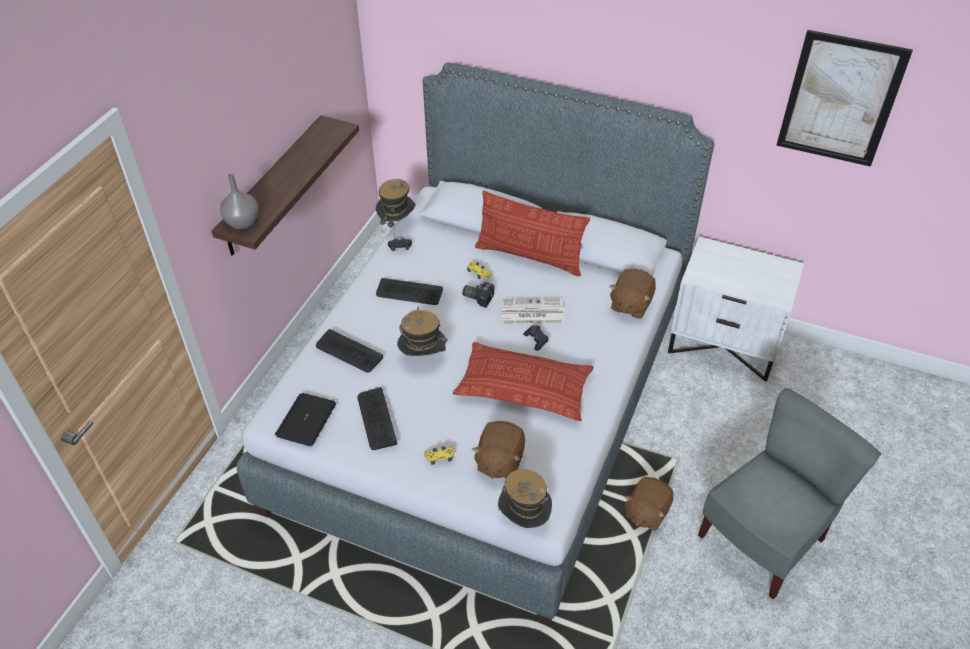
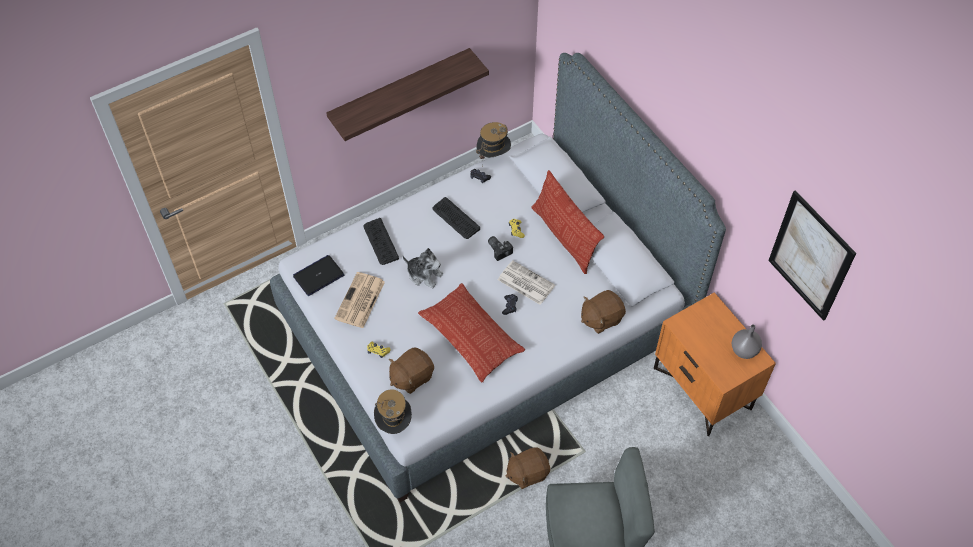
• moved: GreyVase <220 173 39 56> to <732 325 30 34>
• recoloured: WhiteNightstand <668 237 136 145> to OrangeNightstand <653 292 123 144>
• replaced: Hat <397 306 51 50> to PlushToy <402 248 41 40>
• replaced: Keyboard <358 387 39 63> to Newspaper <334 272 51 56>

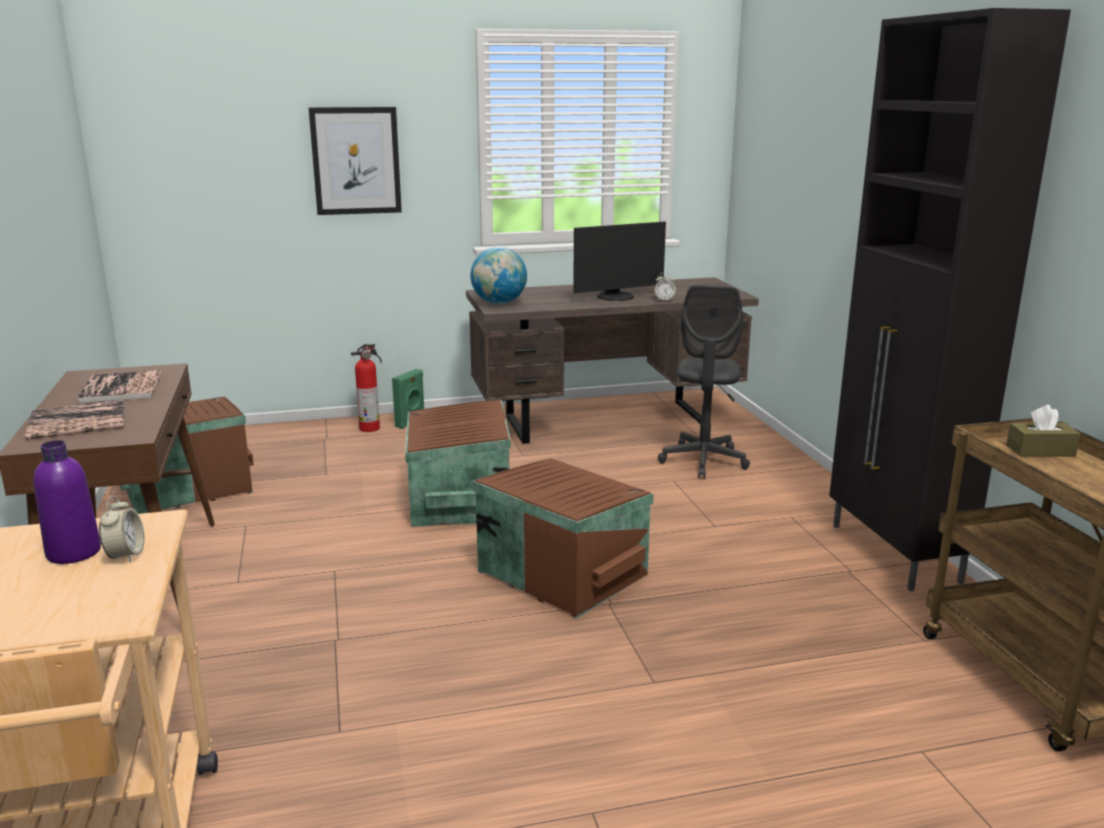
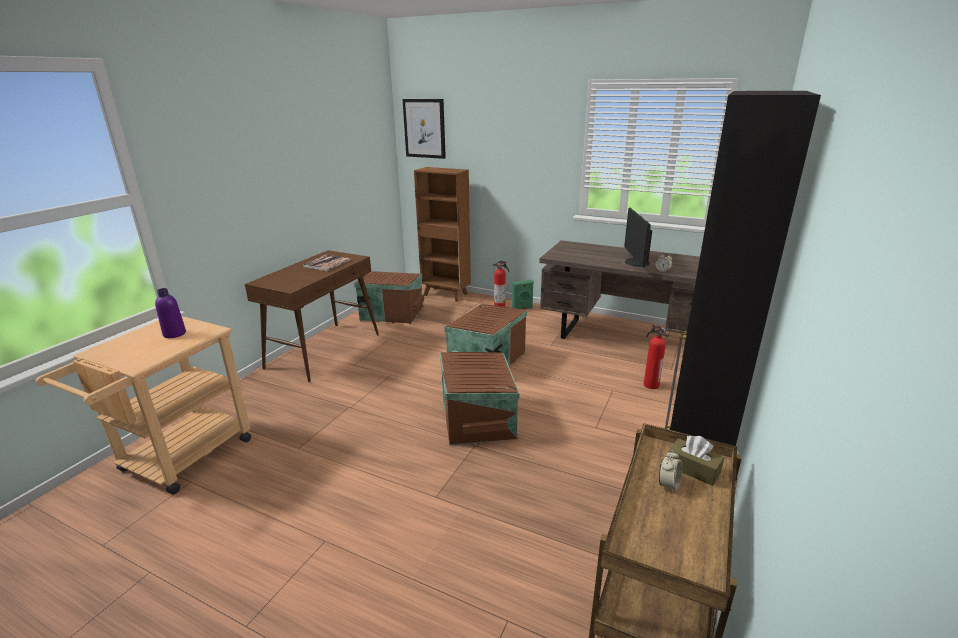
• moved: Picture <309 107 93 108> to <402 99 44 60>
• turned: Monitor <573 221 93 80> = <624 208 28 60> 75 degrees clockwise
• removed: Globe <470 247 57 57>
• replaced: GreyOfficeChair <658 285 92 194> to FireExtinguisher <644 324 25 65>
• removed: Book <25 400 100 40>
• moved: AlarmClock <99 496 46 67> to <659 449 23 44>
• added: BrownBookcase <414 167 57 135>

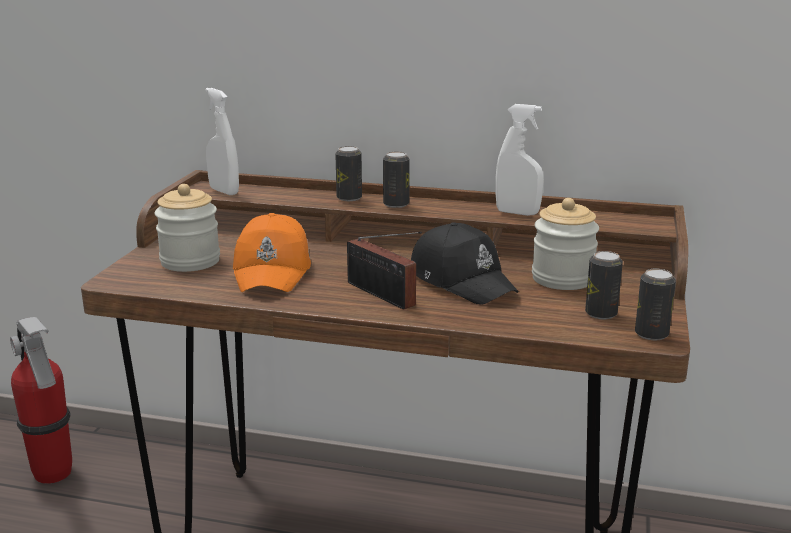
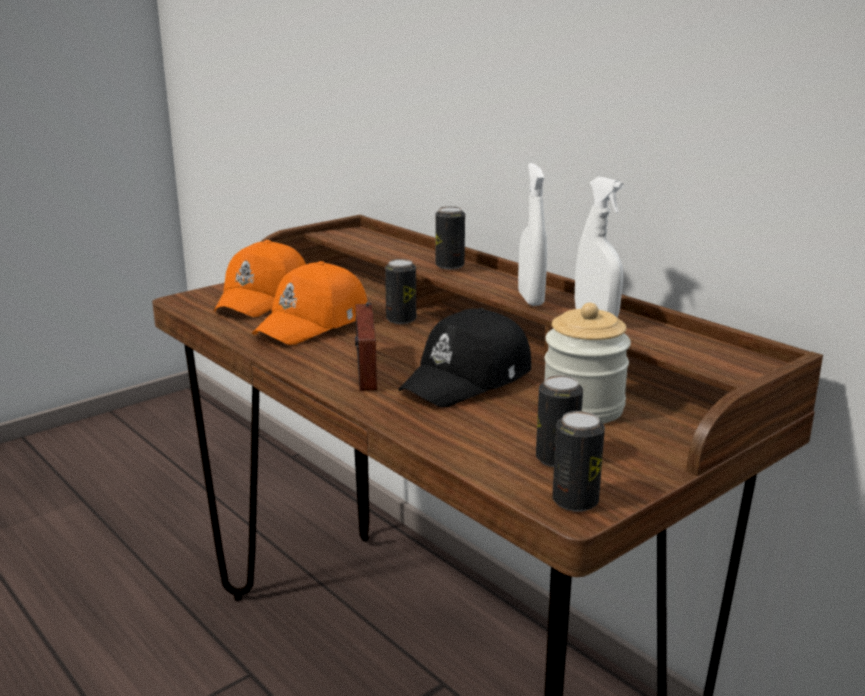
• moved: WhiteSprayBottle <205 88 34 107> to <518 163 29 143>
• moved: Can <383 151 27 57> to <385 259 31 65>
• replaced: Jar <155 184 65 88> to OrangeCap <214 240 92 77>
• turned: BlackCap <411 222 108 83> = <399 308 132 99> 45 degrees clockwise
• removed: FireExtinguisher <10 317 62 167>

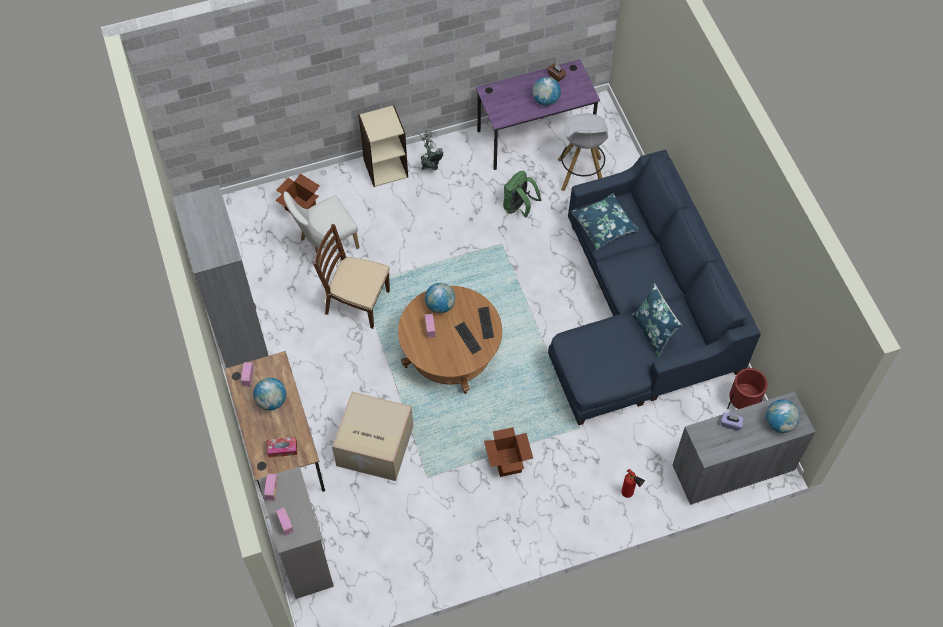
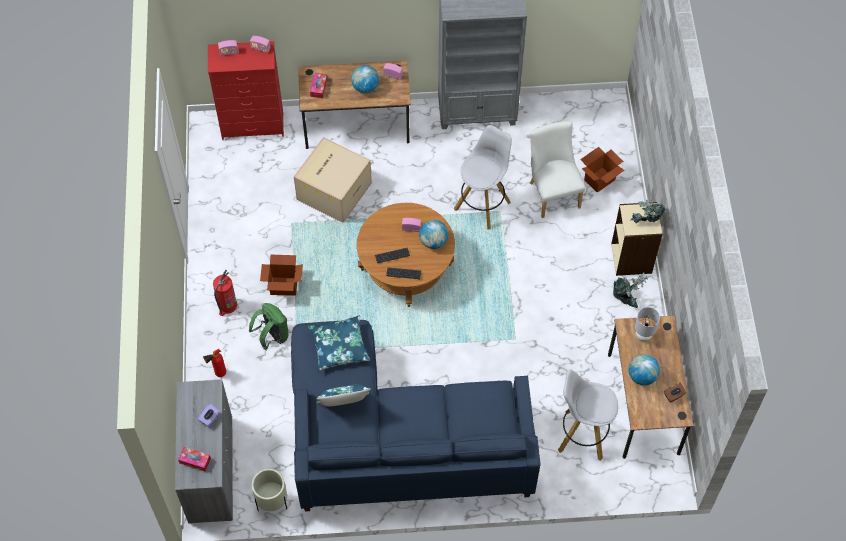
• recoloured: PurpleDesk <476 59 124 111> to BrownDesk <608 316 85 143>
• moved: GreenBackpack <503 171 39 46> to <249 303 39 47>
• moved: BluePillow <571 193 69 56> to <308 316 62 55>
• replaced: BrownChair <313 224 77 105> to WhiteStool <454 125 58 105>
• recoloured: RedPlanter <727 368 41 41> to BeigePlanter <252 469 35 42>
• replaced: Globe <766 399 34 34> to TissueBox <178 447 33 24>
• recoloured: GreyDresser <258 466 76 133> to RedDresser <208 41 76 99>
• added: PottedPlant <631 199 34 24>
• added: FireExtinguisher <213 270 24 46>
• added: GreyTableLamp <635 307 25 35>

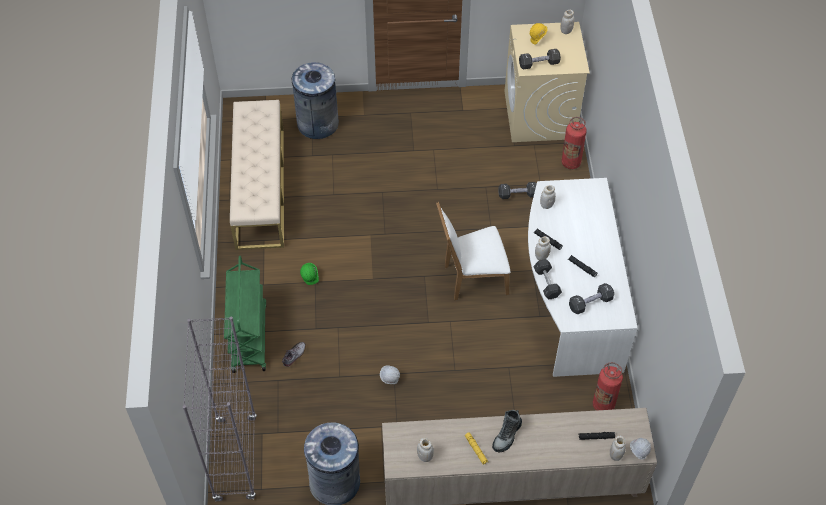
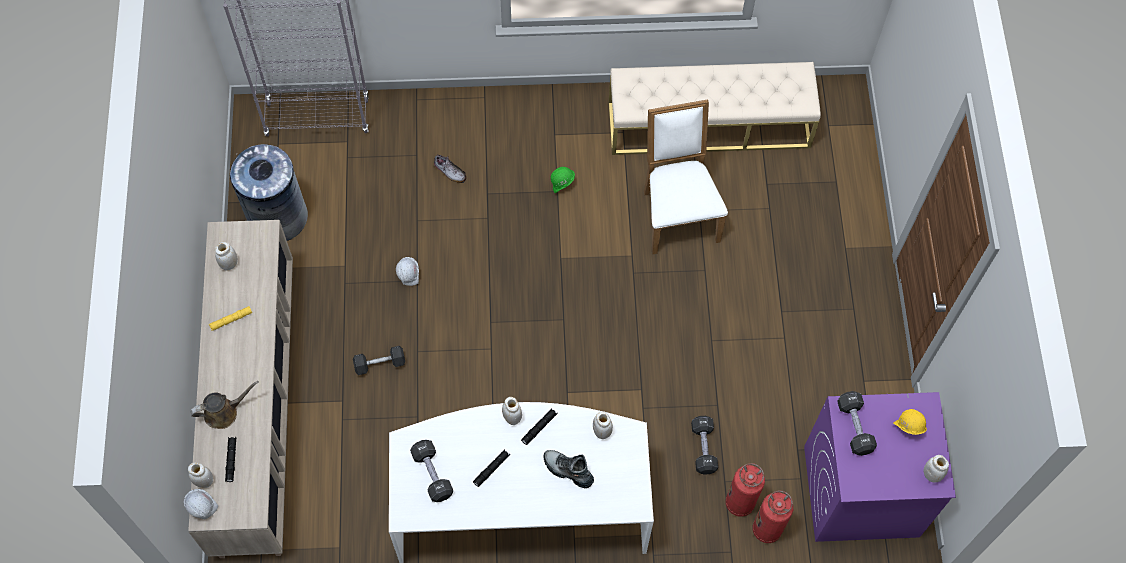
• recoloured: BeigeWashingMachine <504 22 86 120> to PurpleWashingMachine <804 392 152 150>
• removed: GreyTrashCan <292 62 47 77>
• moved: WhiteChair <436 202 74 98> to <644 100 84 154>
• removed: GreenCart <224 256 43 117>
• moved: GreyDumbbell <533 259 29 40> to <353 346 52 29>
• moved: FireExtinguisher <592 362 31 49> to <726 463 39 54>
• moved: Boot <492 410 30 42> to <543 450 51 38>
• added: BrownWateringCan <190 381 69 48>

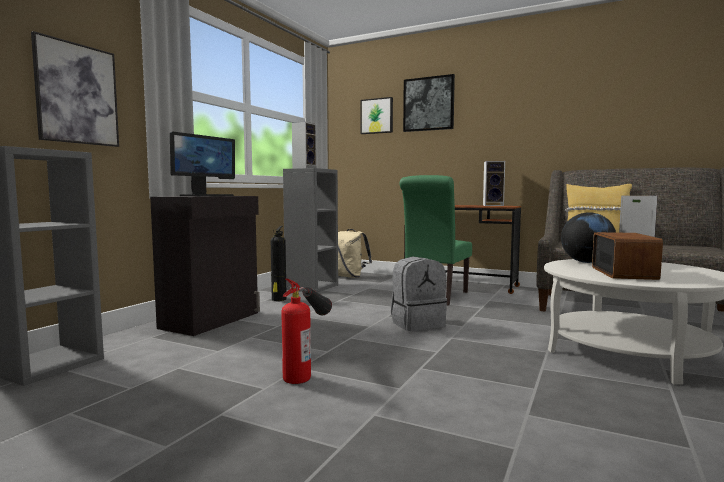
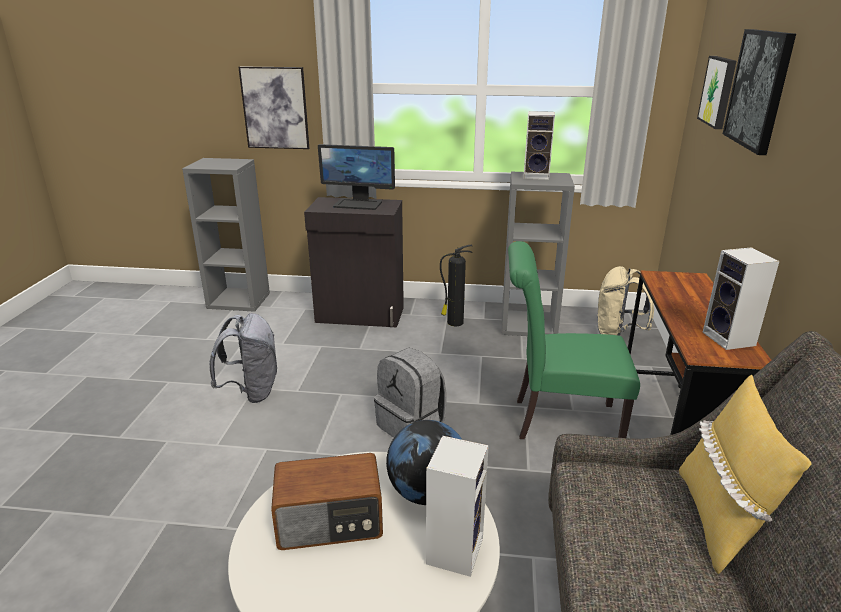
• replaced: FireExtinguisher <281 278 51 106> to GreyBackpack <210 313 67 90>

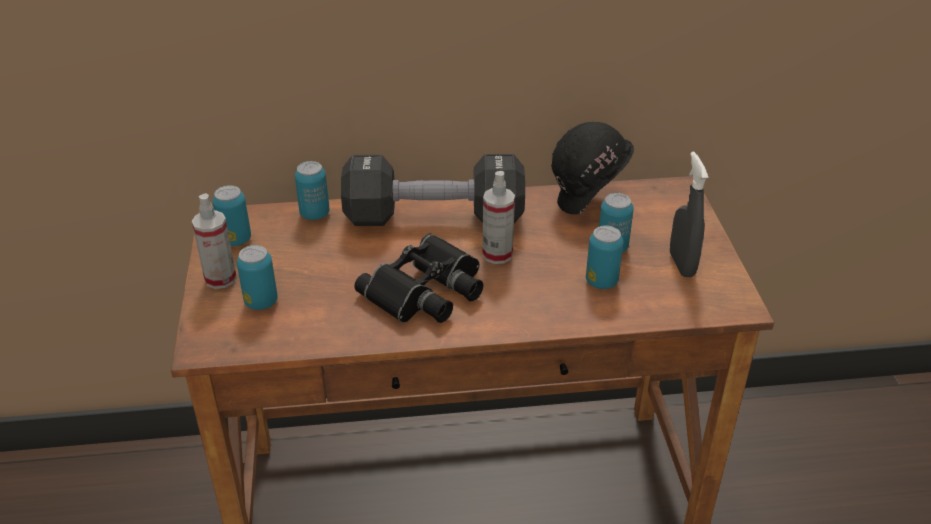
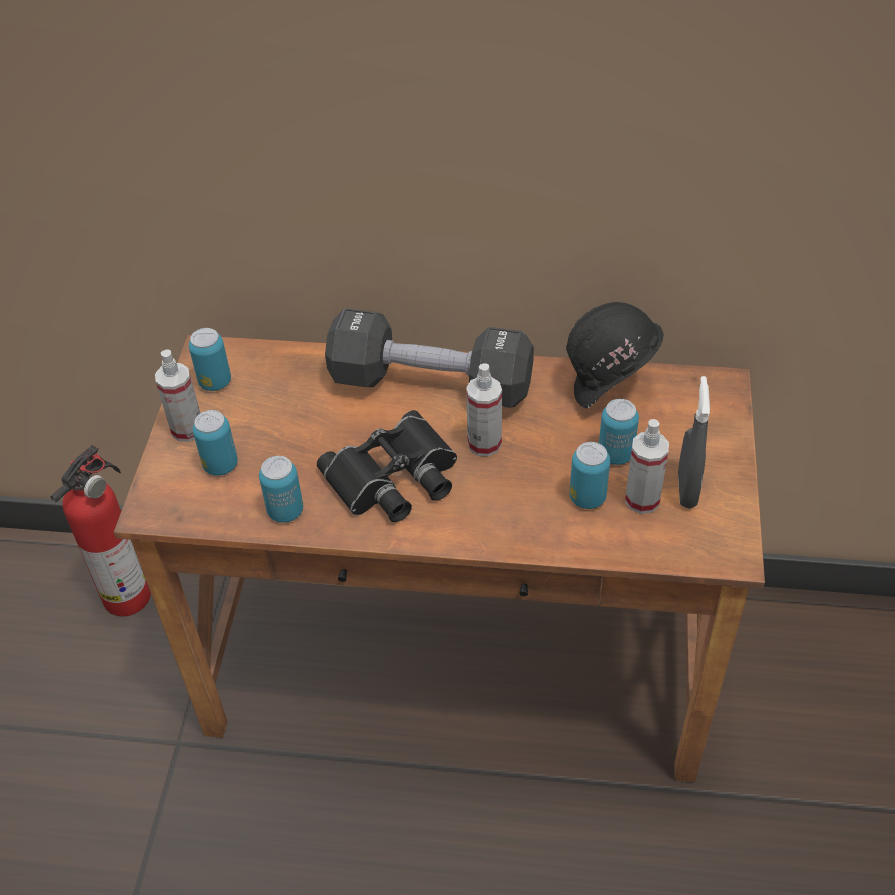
• moved: Can <295 161 34 59> to <259 456 44 67>
• added: SprayBottle <625 419 44 95>
• added: FireExtinguisher <50 445 101 171>

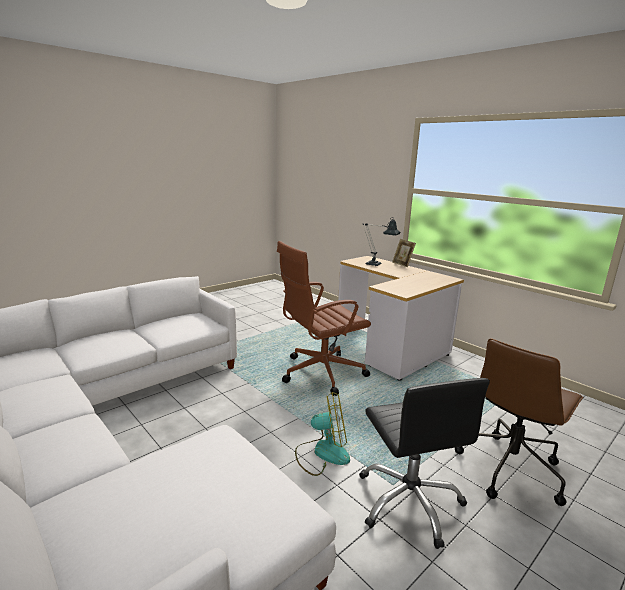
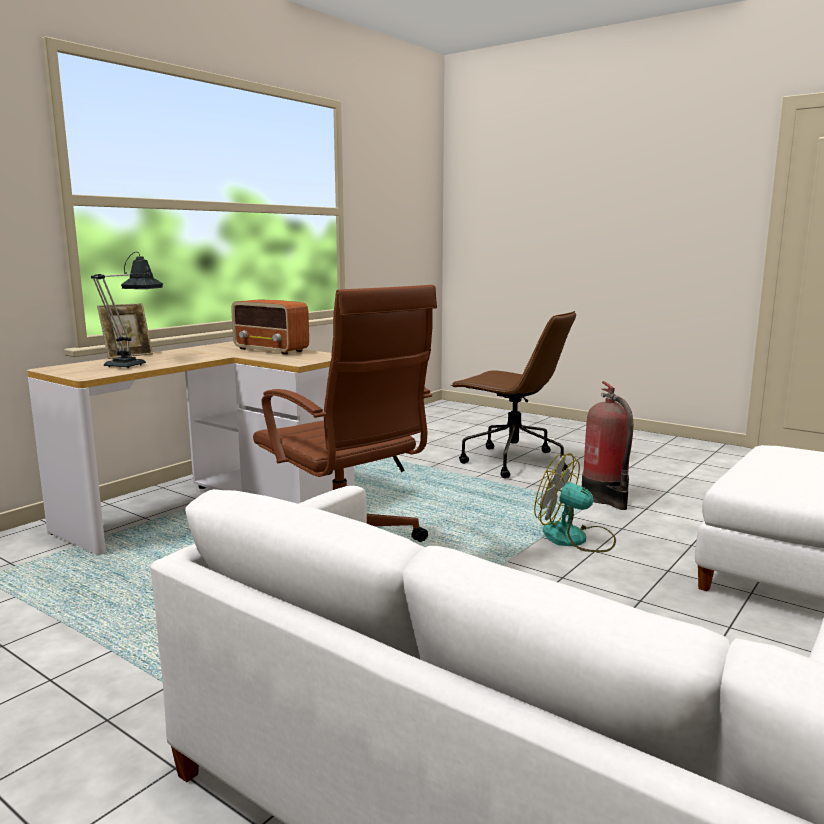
• replaced: BlackOfficeChair <359 378 131 171> to FireExtinguisher <582 381 51 129>
• turned: Fan <295 392 55 84> = <534 453 82 99> 45 degrees counterclockwise
• added: Radio <231 300 78 55>

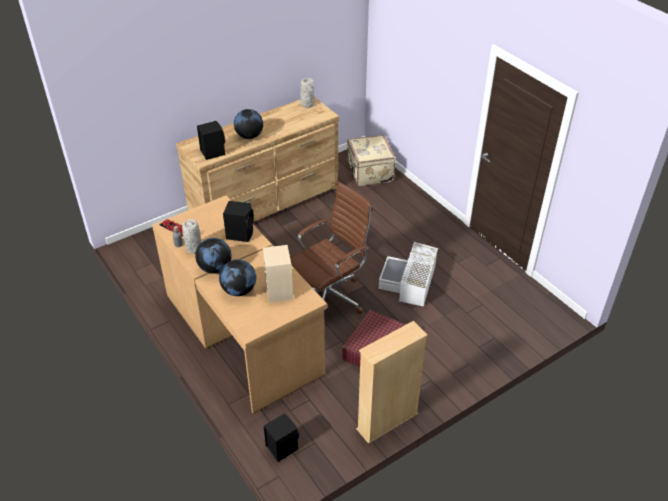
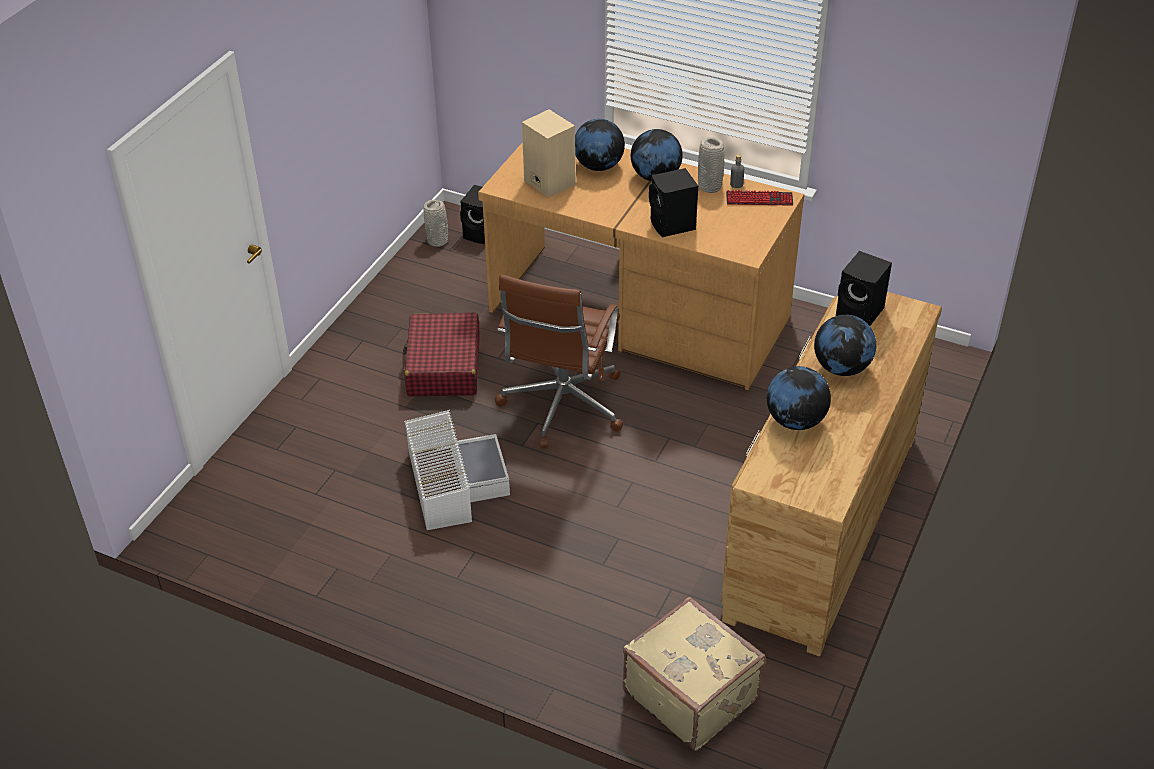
• moved: GreyVase <300 78 14 30> to <423 199 25 48>
• removed: BeigeBookcase <356 321 72 123>
• added: Globe <767 366 64 64>

